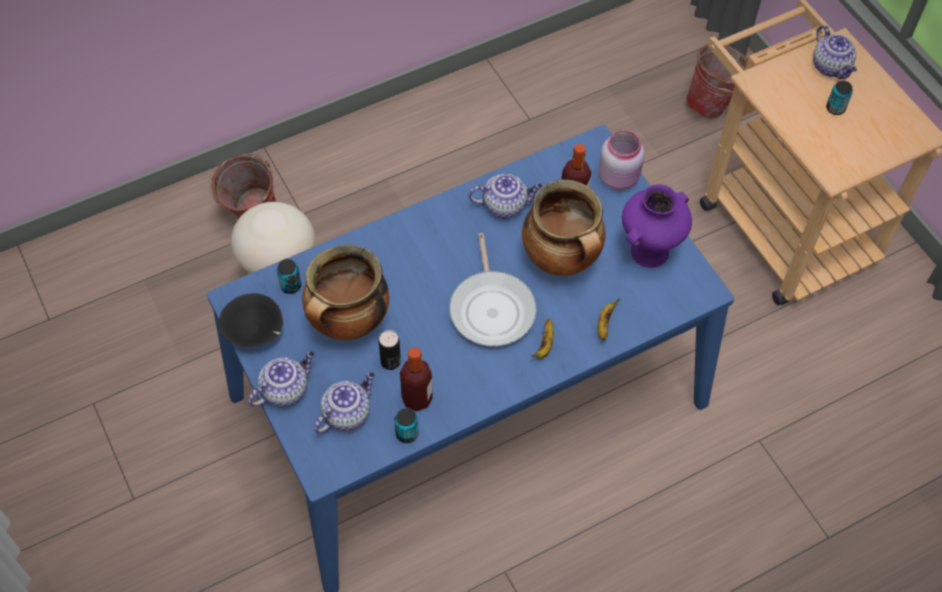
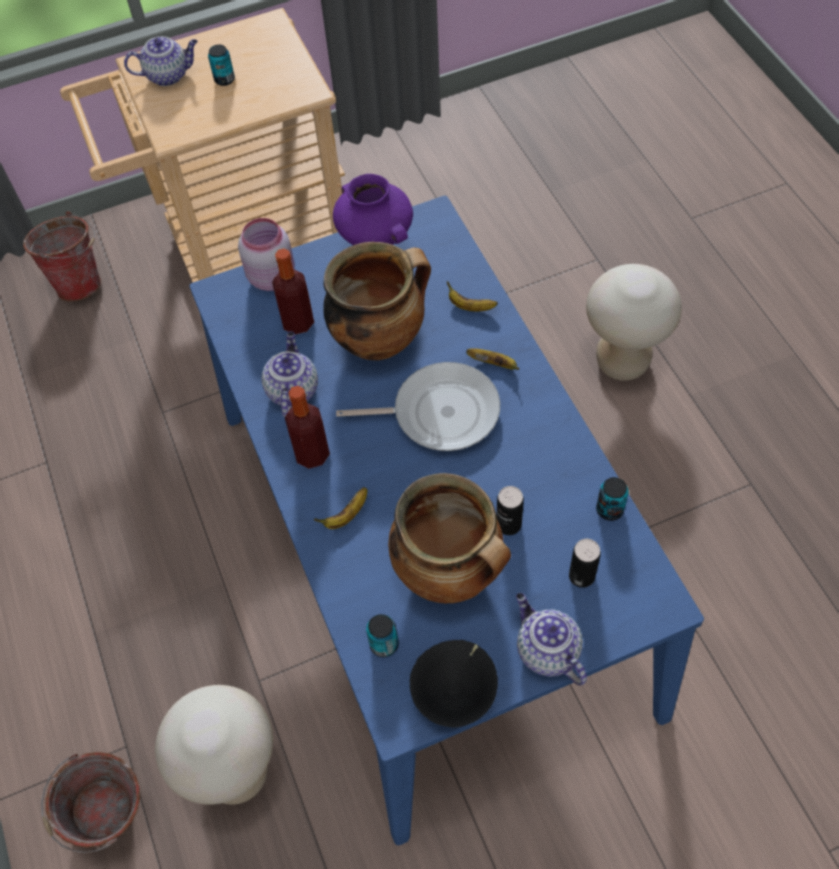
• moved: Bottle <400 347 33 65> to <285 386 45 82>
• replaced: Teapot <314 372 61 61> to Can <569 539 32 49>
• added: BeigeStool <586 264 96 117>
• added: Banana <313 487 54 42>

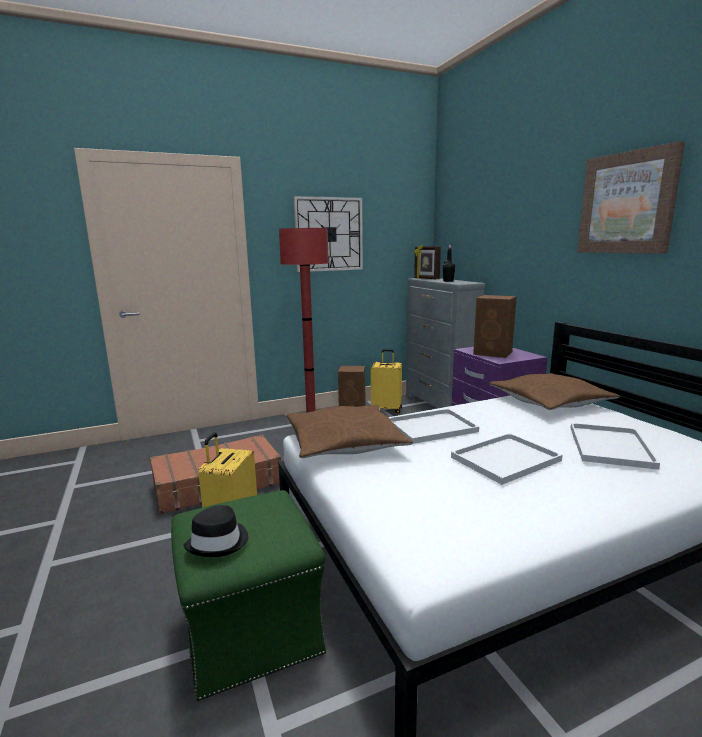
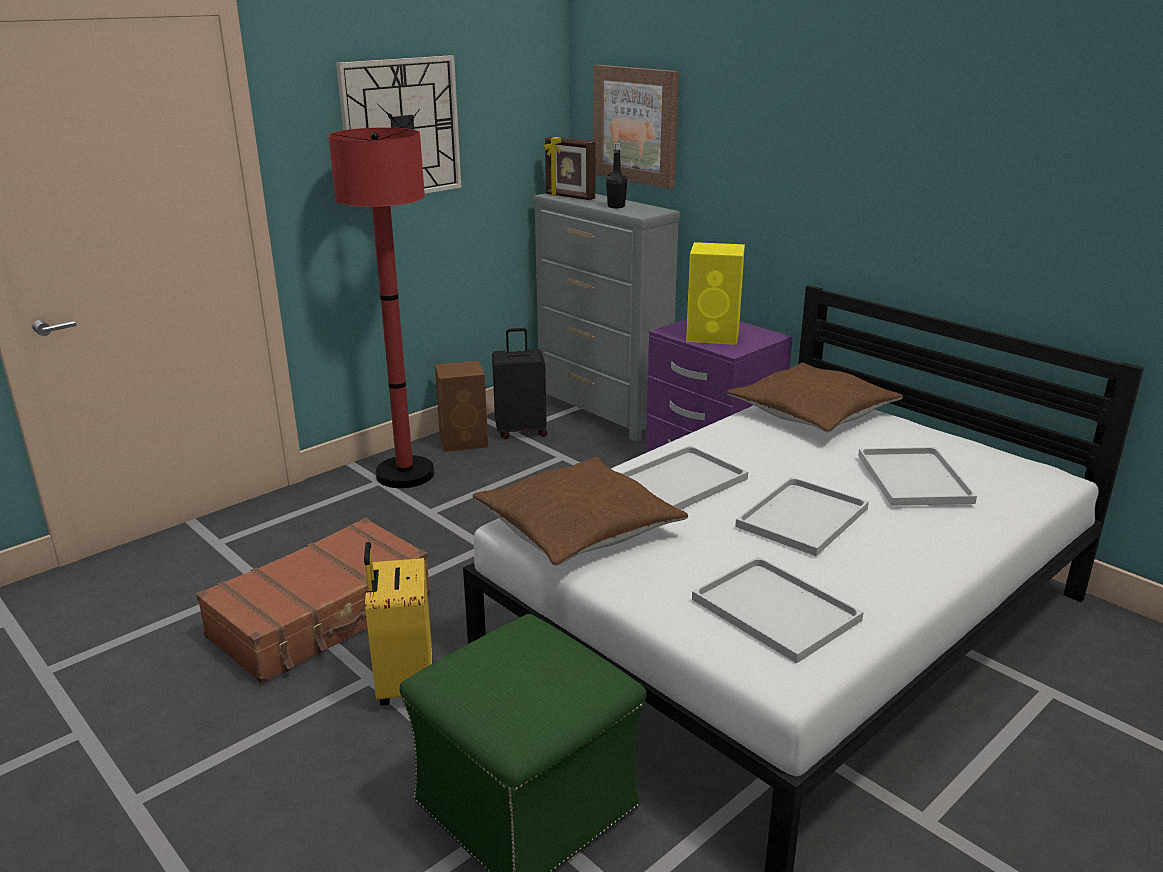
• moved: Picture <577 141 108 113> to <593 65 86 124>
• recoloured: BrownSpeaker <473 295 44 63> to YellowSpeaker <686 242 59 103>
• recoloured: YellowSuitcase <371 349 31 65> to BlackSuitcase <492 328 55 111>
• removed: BlackHat <183 505 65 52>
• added: WhiteTray <692 556 171 107>

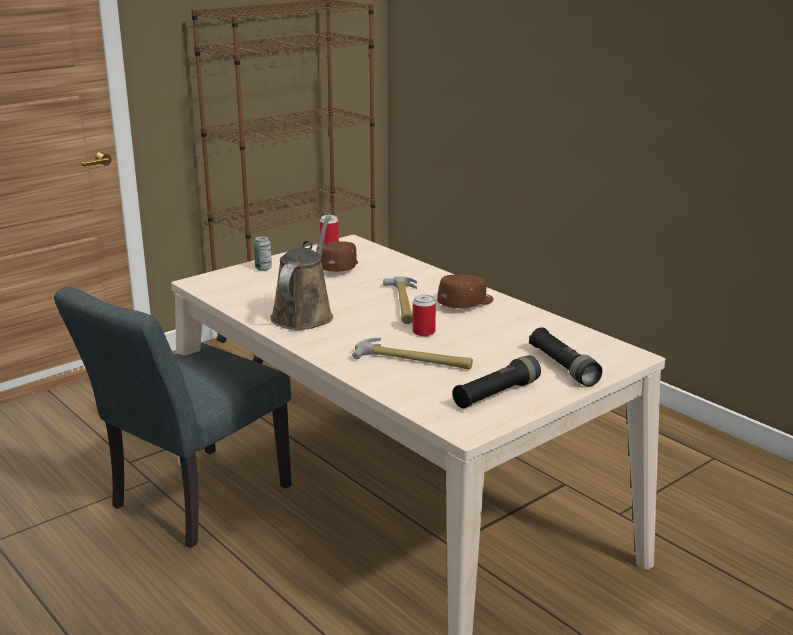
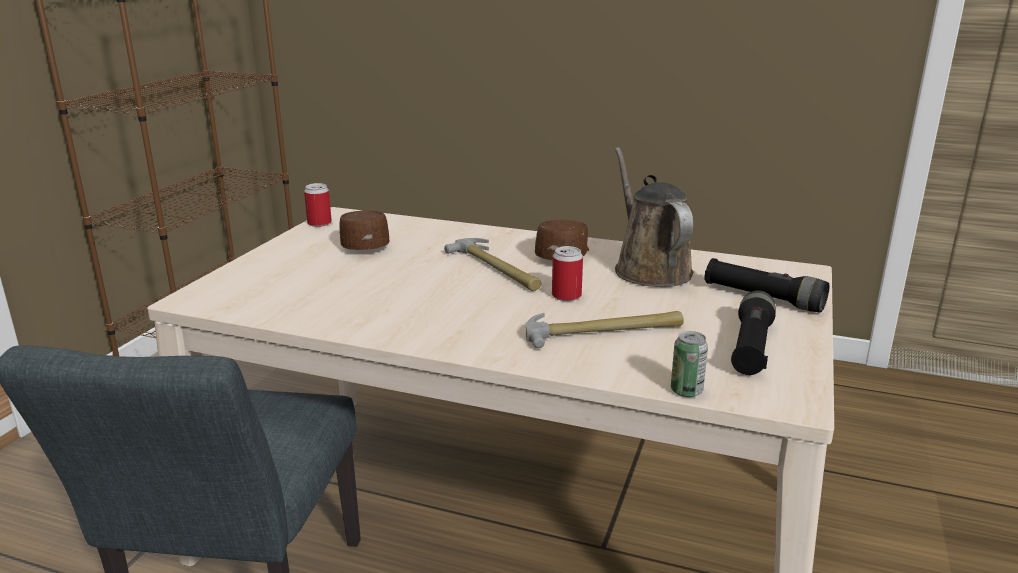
• moved: BrownWateringCan <270 215 63 115> to <615 147 78 140>
• moved: Can <254 236 18 35> to <671 331 37 66>

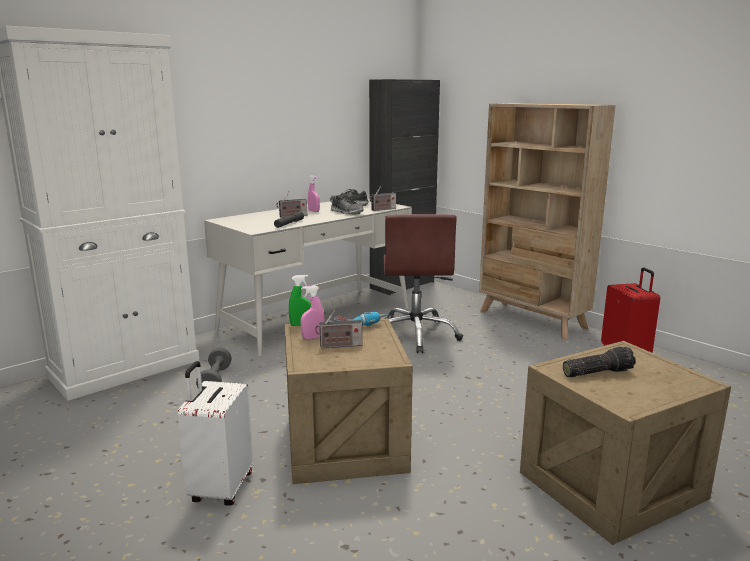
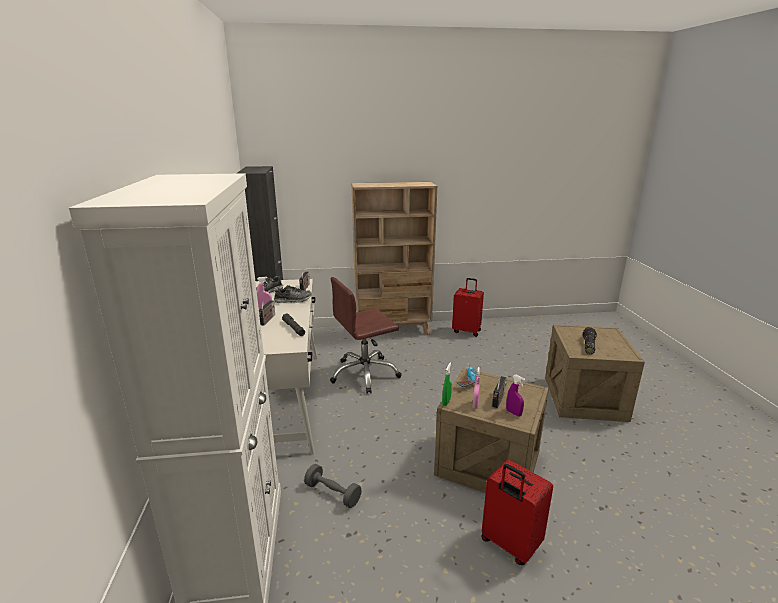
• turned: BrownOfficeChair <383 214 80 139> = <330 277 72 117> 120 degrees clockwise
• recoloured: WhiteSuitcase <178 361 75 145> to RedSuitcase <481 460 72 105>
• added: PurpleSprayBottle <506 375 19 41>

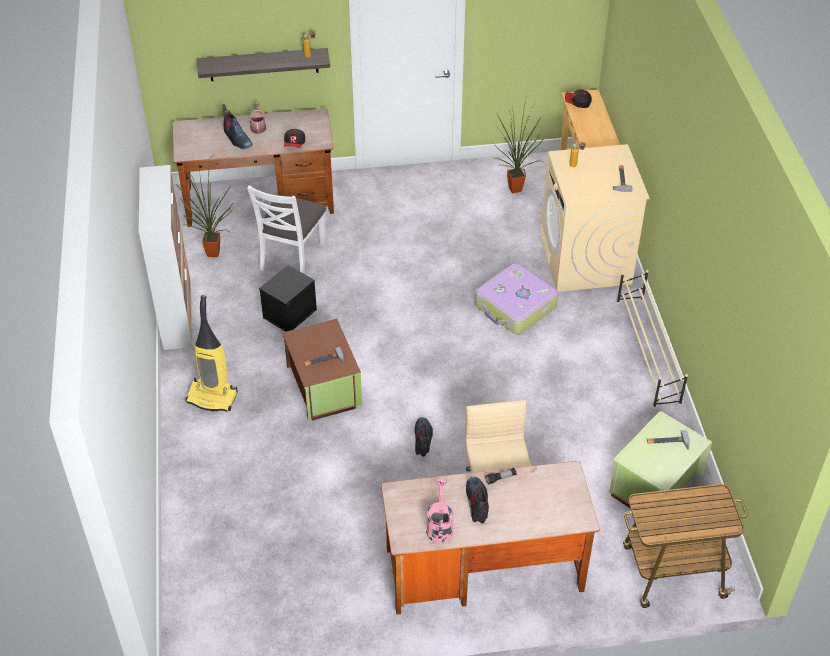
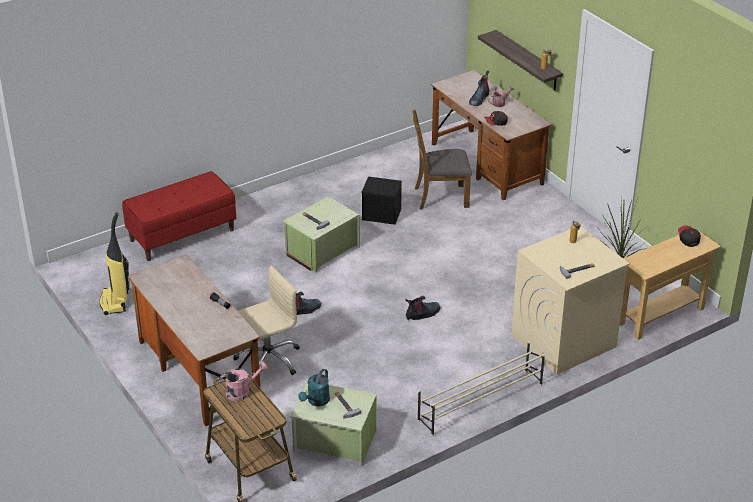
• removed: PottedPlant <175 163 59 94>
• removed: Cabinet <139 165 54 185>
• recoloured: WhiteChair <247 186 80 88> to BrownChair <412 110 60 100>
• removed: Suitcase <475 263 84 72>
• moved: VacuumCleaner <185 295 53 117> to <99 212 31 103>
• recoloured: BrownStorageBox <282 319 80 102> to GreenStorageBox <283 197 77 76>
• moved: Boot <466 477 23 46> to <405 296 35 24>
• moved: PinkWateringCan <426 479 28 64> to <219 362 49 39>
• added: RedBench <122 171 114 90>
• added: TurquoiseWateringCan <298 369 32 37>

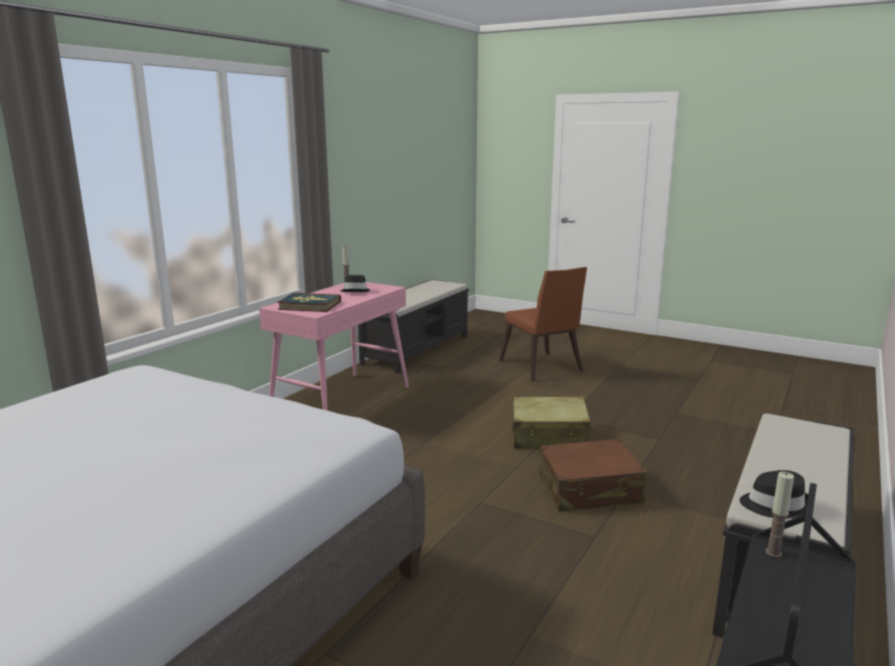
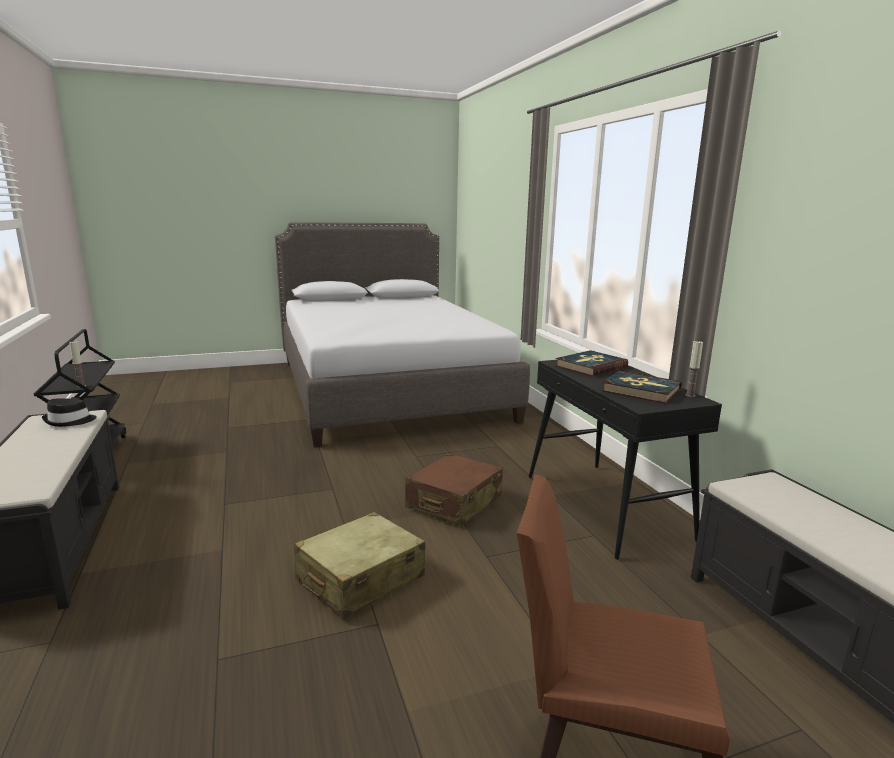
• replaced: BlackHat <340 275 30 17> to Book <601 371 81 33>
• recoloured: PinkConsoleTable <259 282 150 129> to BlackConsoleTable <529 360 193 200>
• moved: BrownSuitcase <539 439 107 73> to <405 453 98 73>

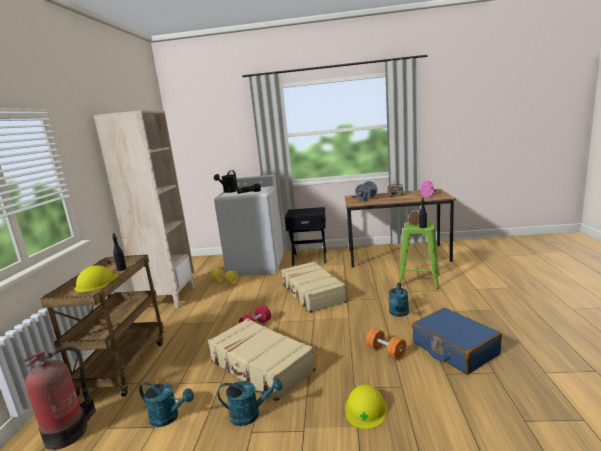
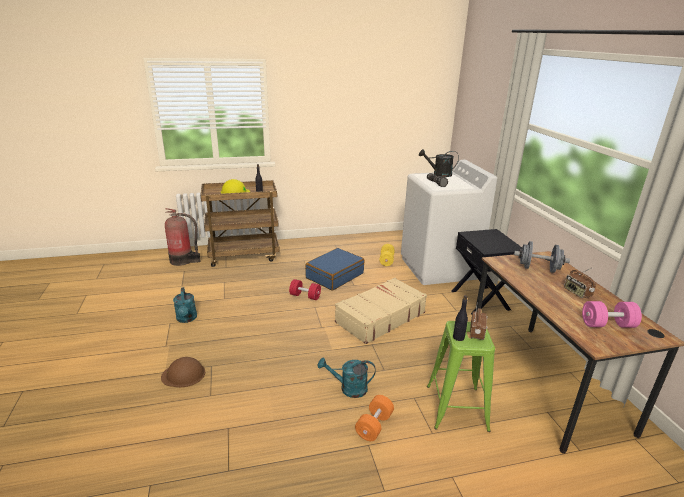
• removed: BeigeBookcase <93 110 102 198>
• moved: BlueSuitcase <412 308 90 66> to <305 248 59 42>
• removed: BeigeSuitcase <208 318 107 83>
• moved: OrangeDumbbell <366 328 40 32> to <355 395 39 46>
• removed: TurquoiseWateringCan <139 382 55 45>
• recoloured: YellowHardHat <345 385 42 44> to BrownHardHat <161 357 44 30>

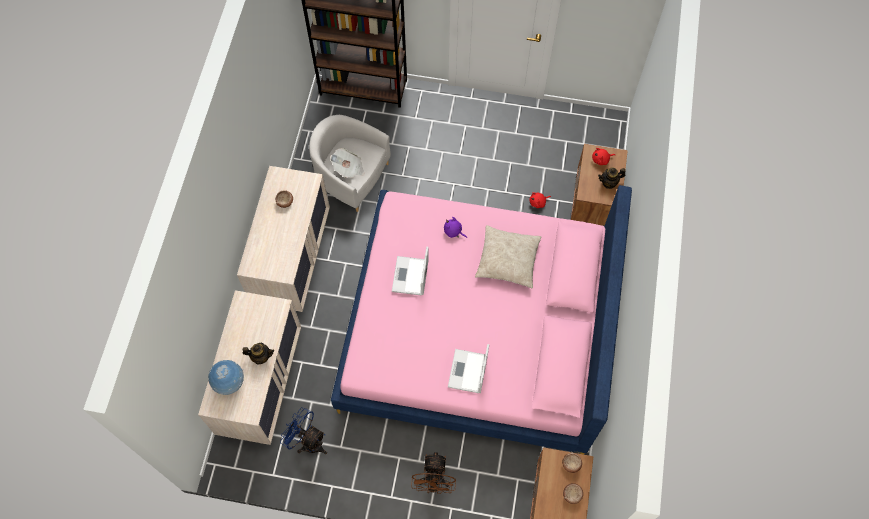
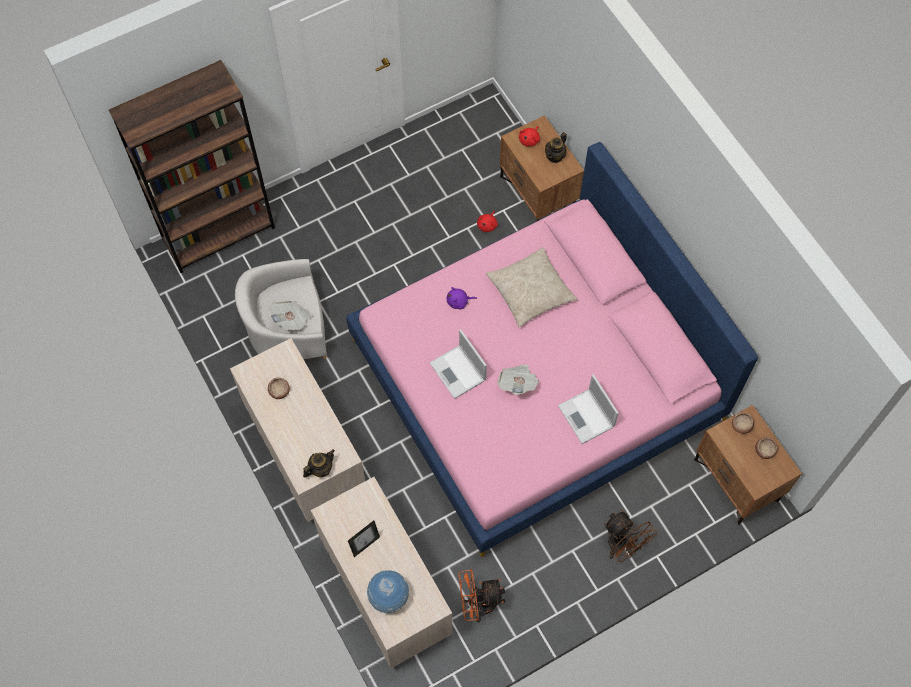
• moved: Teapot <242 343 32 21> to <303 449 32 28>
• recoloured: BlueFan <280 408 47 46> to OrangeFan <459 569 46 53>
• added: Newspaper <497 364 42 31>
• added: PictureFrame <348 521 32 36>

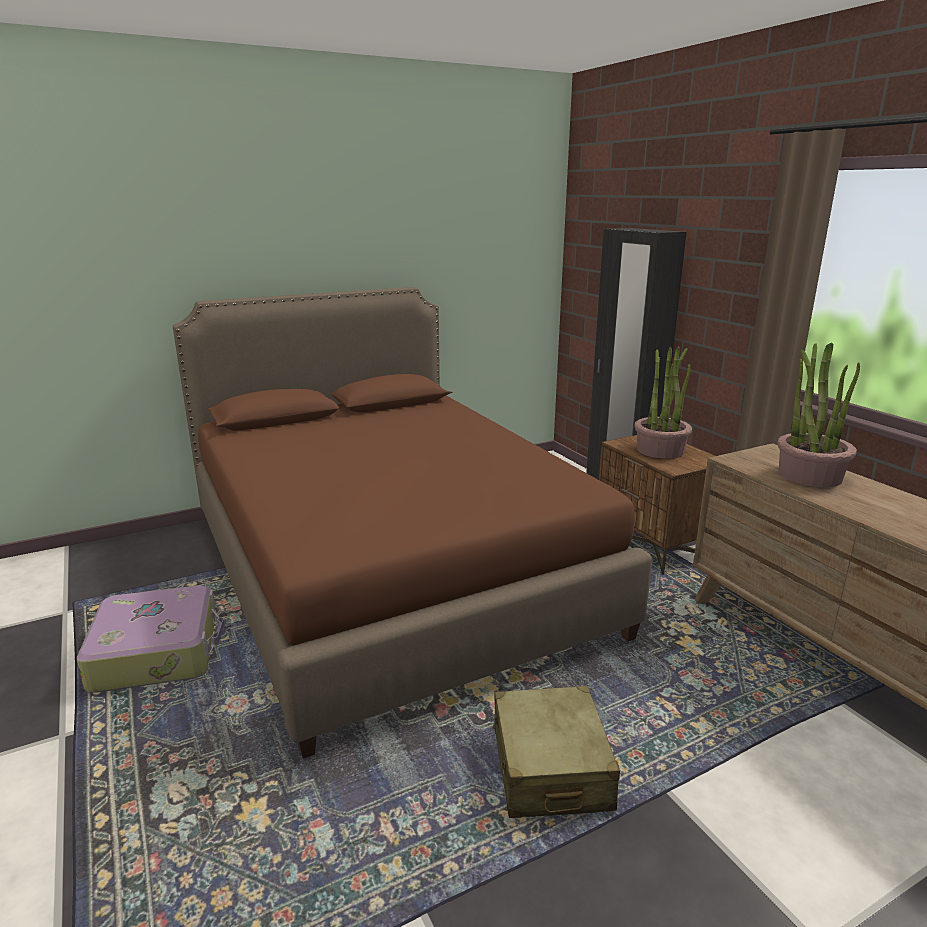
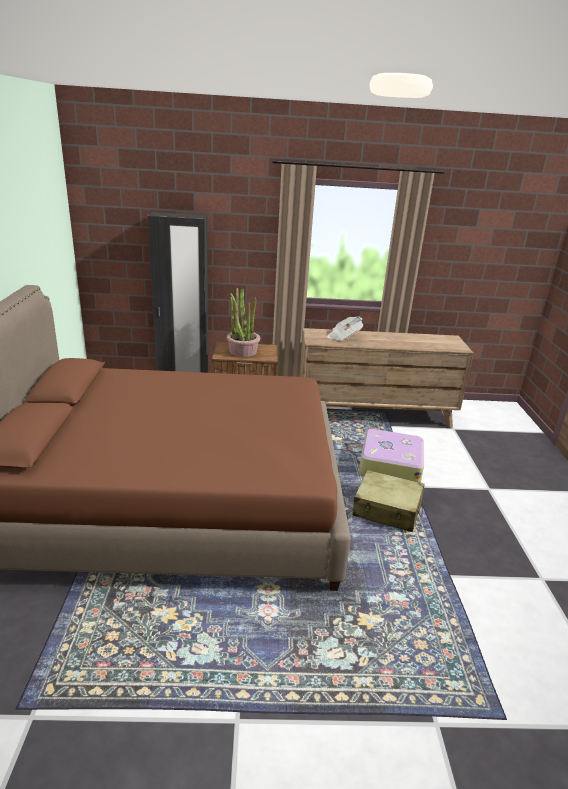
• replaced: PottedPlant <778 342 82 145> to Newspaper <327 317 36 24>
• moved: Suitcase <77 585 148 108> to <359 429 65 53>

